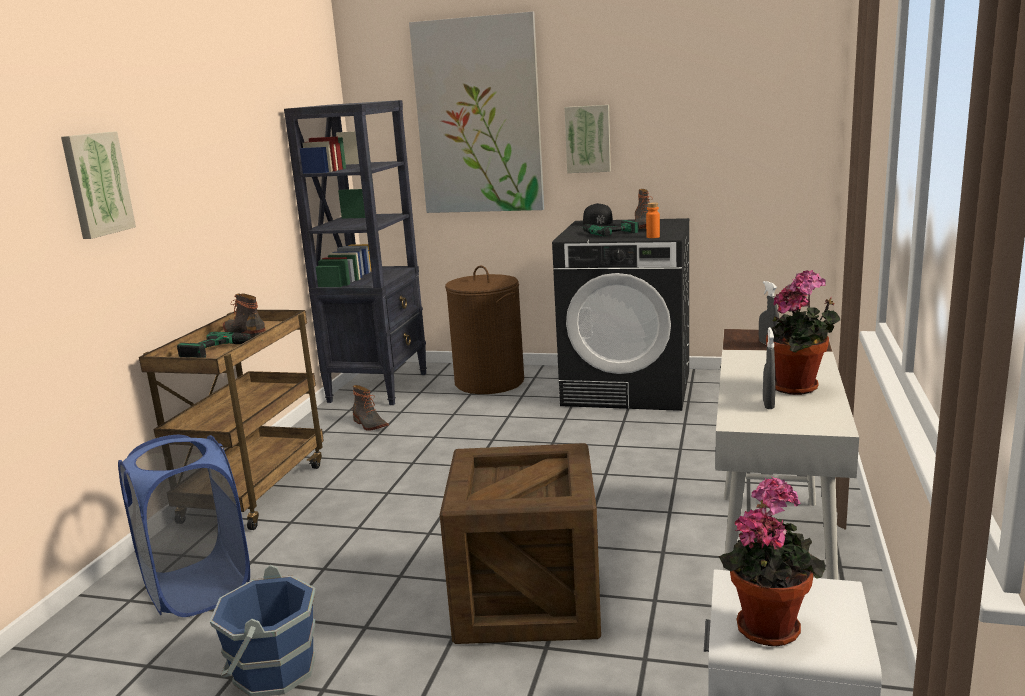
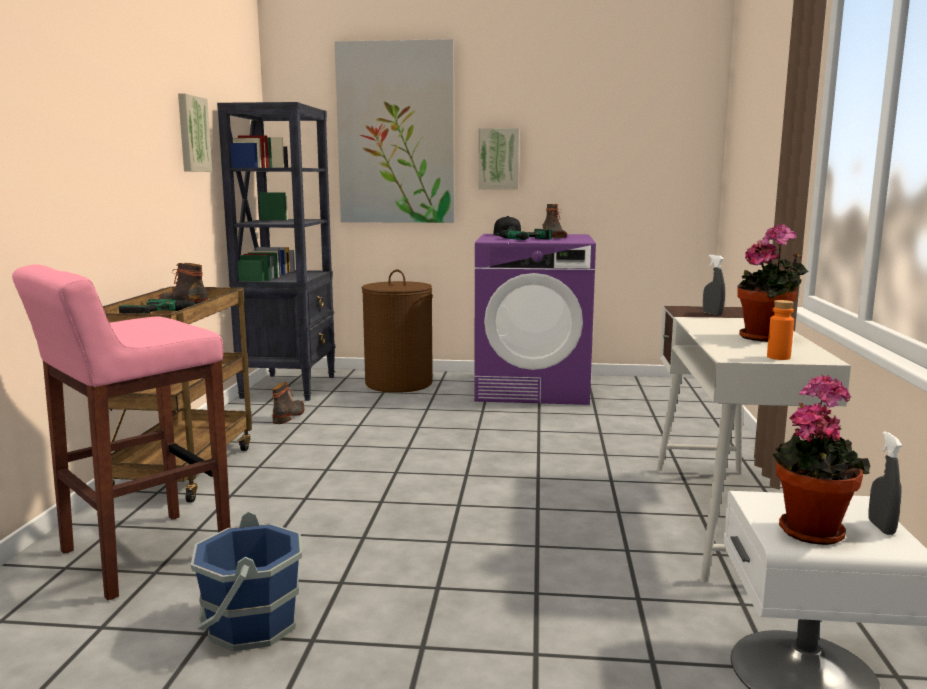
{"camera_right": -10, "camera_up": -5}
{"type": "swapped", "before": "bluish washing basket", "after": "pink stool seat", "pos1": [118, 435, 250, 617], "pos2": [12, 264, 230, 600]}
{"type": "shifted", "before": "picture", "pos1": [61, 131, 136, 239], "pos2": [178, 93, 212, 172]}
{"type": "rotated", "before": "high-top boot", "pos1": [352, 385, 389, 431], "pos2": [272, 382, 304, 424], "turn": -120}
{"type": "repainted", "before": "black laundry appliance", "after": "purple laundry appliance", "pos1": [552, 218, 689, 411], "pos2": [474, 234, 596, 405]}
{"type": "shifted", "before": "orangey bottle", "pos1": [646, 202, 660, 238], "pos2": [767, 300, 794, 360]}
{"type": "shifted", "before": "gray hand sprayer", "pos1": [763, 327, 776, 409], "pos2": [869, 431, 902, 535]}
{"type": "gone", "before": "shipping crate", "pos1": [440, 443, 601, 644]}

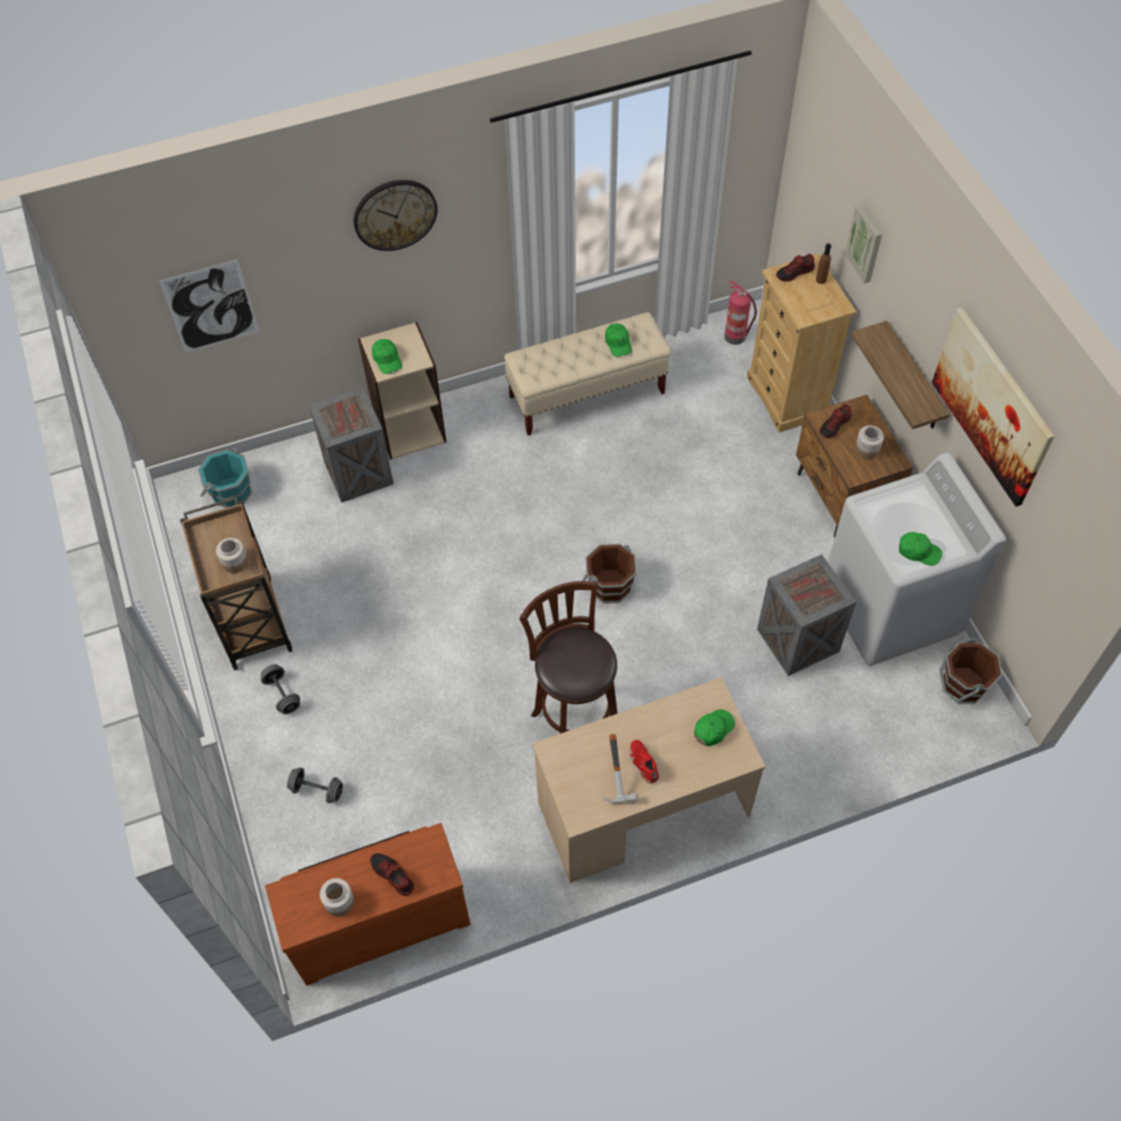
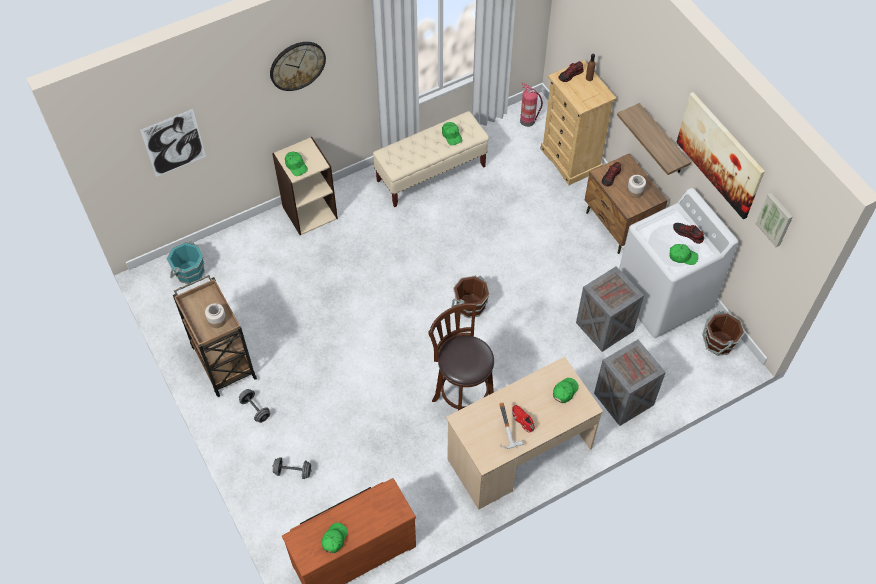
{"camera_right": -10, "camera_up": 0}
{"type": "swapped", "before": "jar", "after": "green baseball cap", "pos1": [320, 878, 355, 917], "pos2": [322, 523, 348, 553]}
{"type": "shifted", "before": "shipping crate", "pos1": [309, 387, 394, 503], "pos2": [594, 340, 666, 426]}
{"type": "shifted", "before": "low shoe", "pos1": [370, 853, 414, 896], "pos2": [673, 223, 704, 244]}
{"type": "shifted", "before": "picture", "pos1": [845, 205, 882, 283], "pos2": [756, 193, 793, 247]}

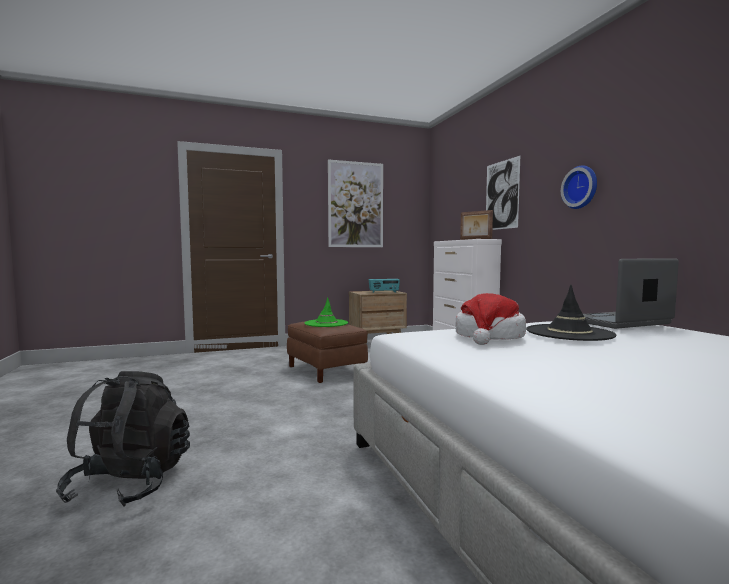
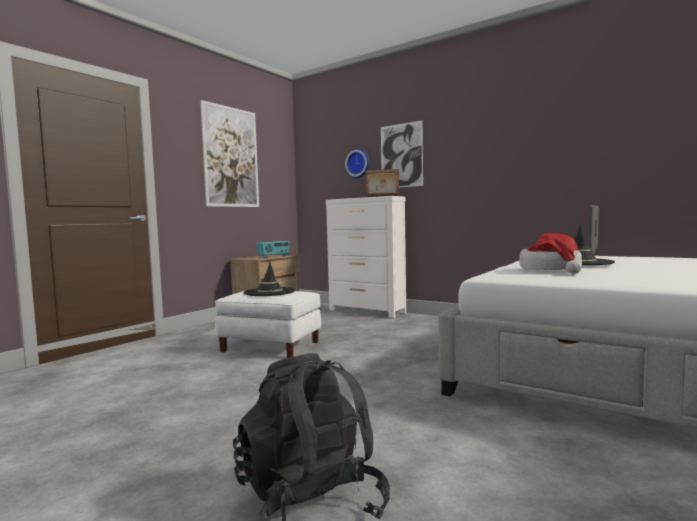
{"camera_right": -35, "camera_up": 0}
{"type": "repainted", "before": "brown-coloured footrest", "after": "white-coloured footrest", "pos1": [287, 321, 368, 383], "pos2": [215, 291, 321, 358]}
{"type": "repainted", "before": "green clothing hat", "after": "black clothing hat", "pos1": [305, 297, 348, 327], "pos2": [243, 262, 295, 296]}
{"type": "shifted", "before": "wall clock", "pos1": [561, 165, 597, 209], "pos2": [345, 149, 369, 178]}

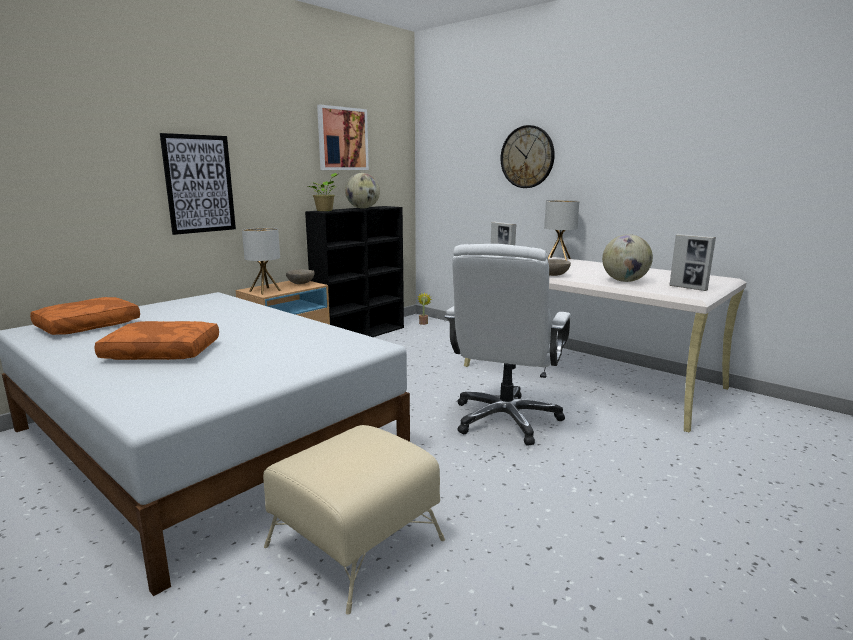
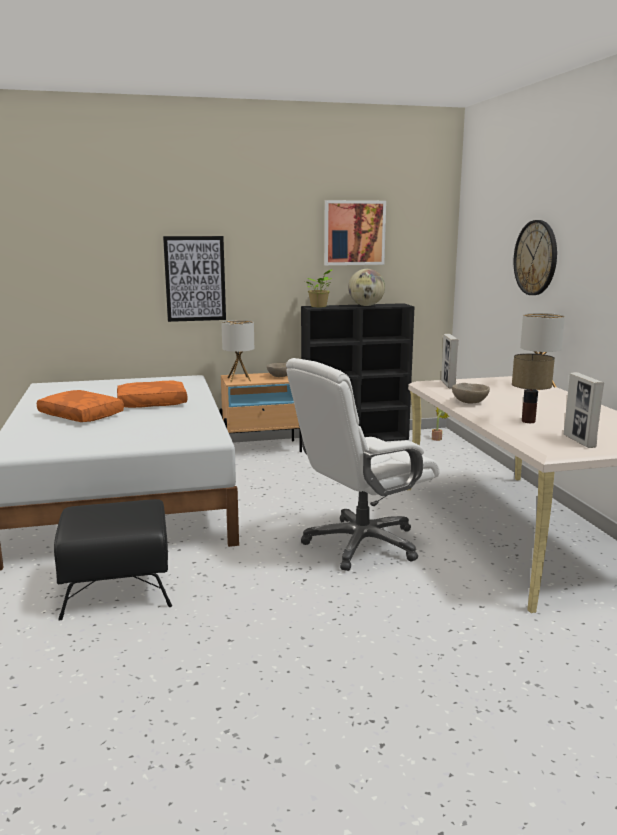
{"camera_right": 35, "camera_up": 0}
{"type": "repainted", "before": "sand-coloured footrest", "after": "black footrest", "pos1": [263, 425, 445, 615], "pos2": [54, 499, 172, 621]}
{"type": "shifted", "before": "orangey throw pillow", "pos1": [30, 297, 140, 335], "pos2": [117, 381, 188, 408]}
{"type": "swapped", "before": "desk globe", "after": "table lamp", "pos1": [602, 234, 653, 282], "pos2": [512, 353, 555, 423]}

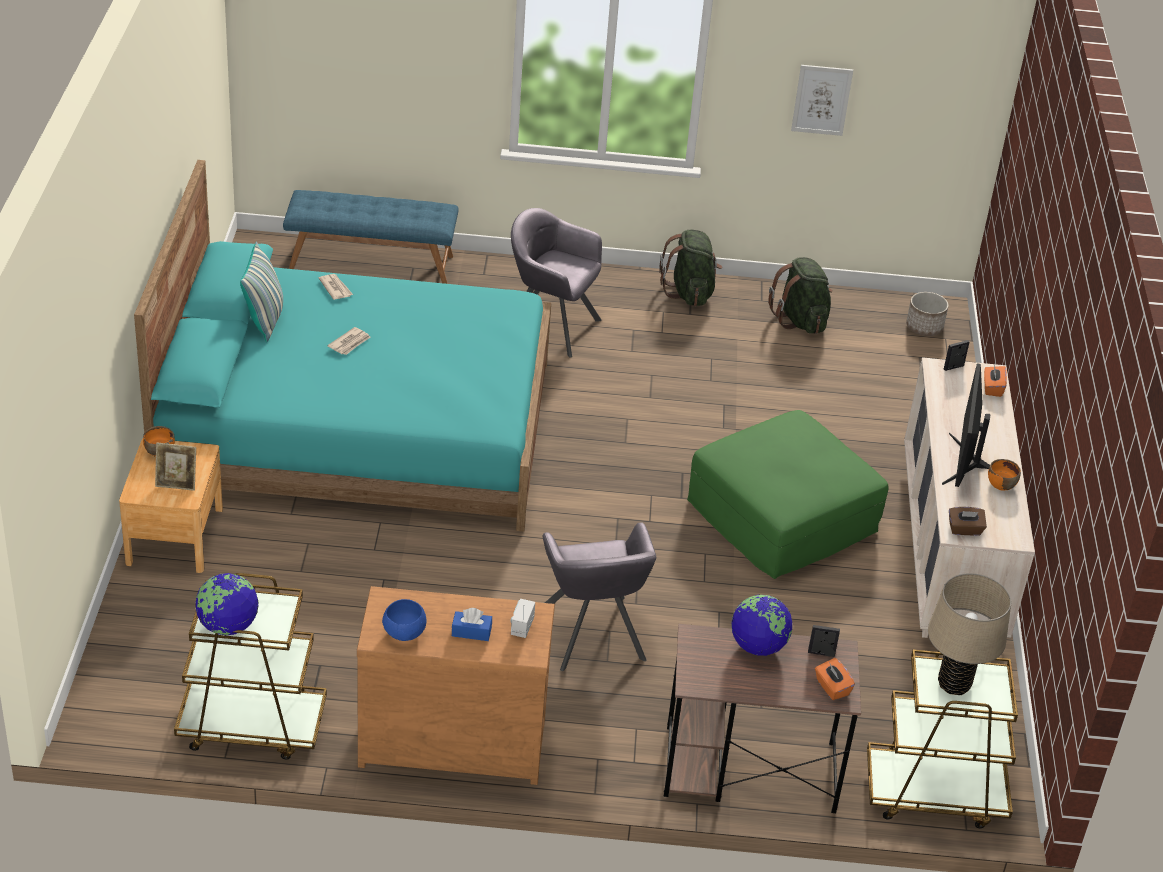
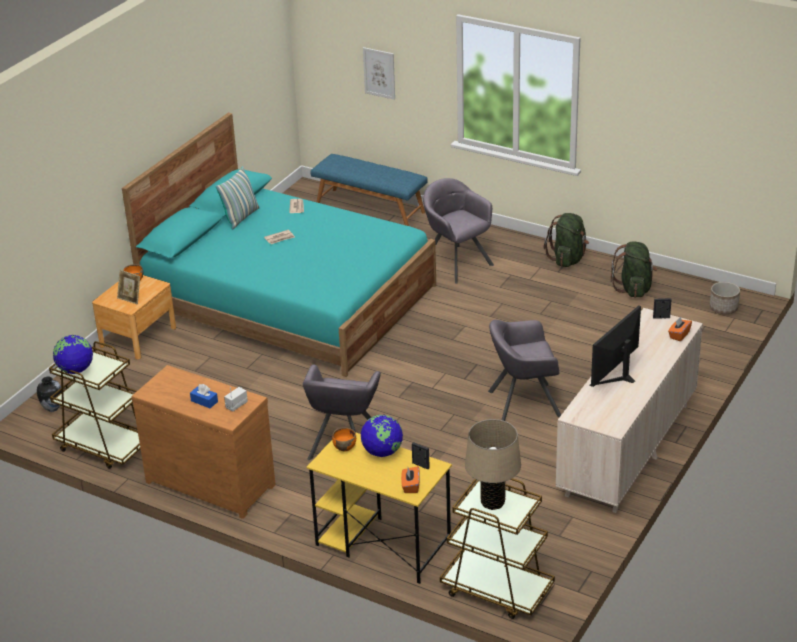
{"camera_right": 30, "camera_up": -5}
{"type": "new", "after": "vase", "pos2": [37, 377, 62, 412]}
{"type": "repainted", "before": "brown-coloured desk table", "after": "yellow-coloured desk table", "pos1": [664, 624, 861, 813], "pos2": [307, 432, 452, 584]}
{"type": "shifted", "before": "orangey bowl", "pos1": [988, 459, 1021, 491], "pos2": [332, 427, 356, 452]}
{"type": "shifted", "before": "picture", "pos1": [791, 65, 853, 136], "pos2": [363, 47, 395, 100]}
{"type": "swapped", "before": "green footrest", "after": "gray armchair", "pos1": [687, 410, 889, 579], "pos2": [488, 320, 561, 421]}
{"type": "gone", "before": "bluish bowl", "pos1": [382, 599, 427, 641]}
{"type": "gone", "before": "brown-coloured box of tissues", "pos1": [949, 507, 987, 536]}

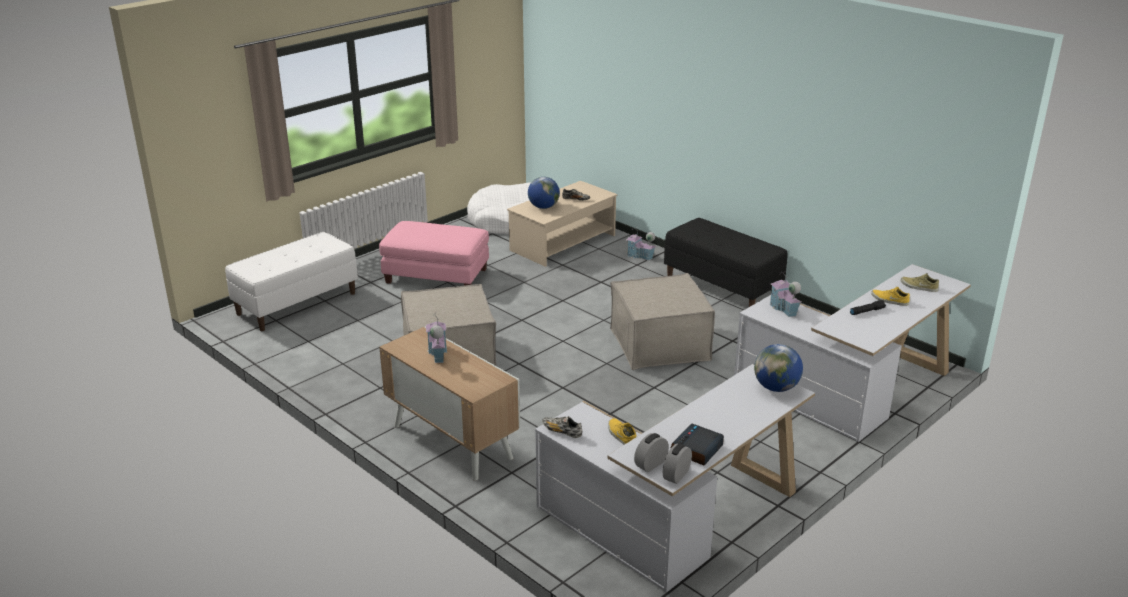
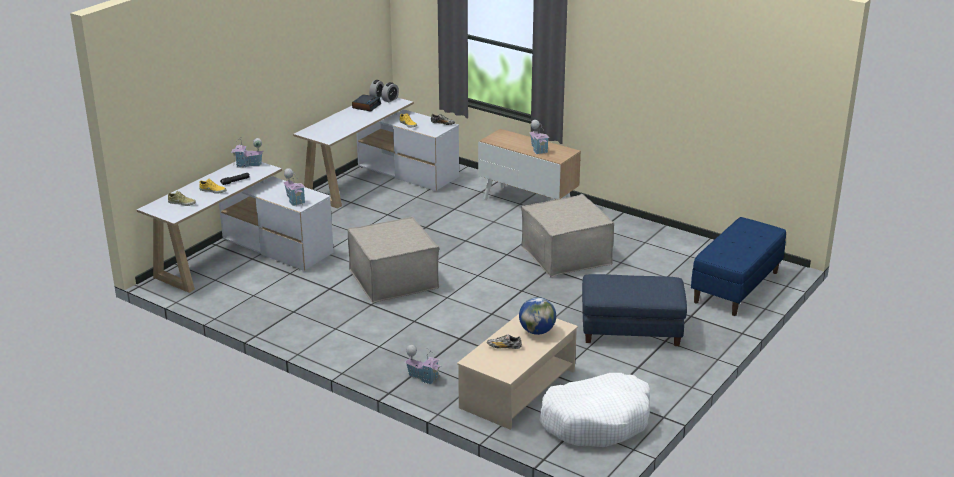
{"camera_right": 170, "camera_up": 0}
{"type": "new", "after": "toy house", "pos2": [231, 138, 263, 168]}
{"type": "repainted", "before": "pink footrest", "after": "bluish footrest", "pos1": [379, 221, 489, 286], "pos2": [582, 274, 687, 346]}
{"type": "repainted", "before": "white-coloured indoor bench", "after": "bluish indoor bench", "pos1": [225, 232, 358, 331], "pos2": [691, 217, 786, 316]}
{"type": "gone", "before": "black indoor bench", "pos1": [664, 218, 788, 307]}
{"type": "gone", "before": "desk globe", "pos1": [754, 344, 803, 392]}

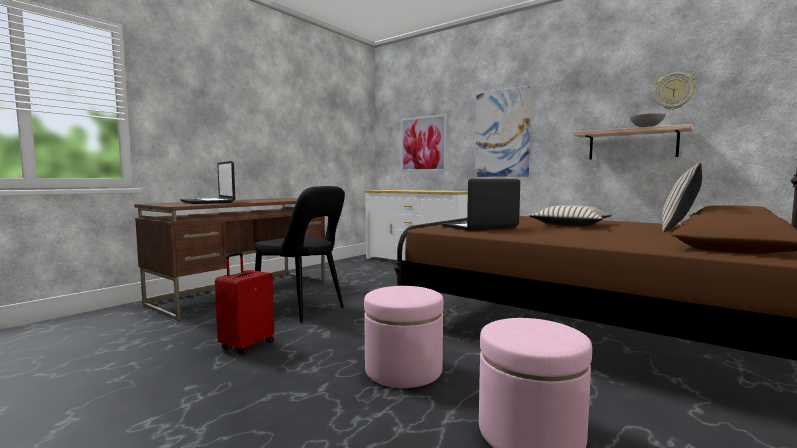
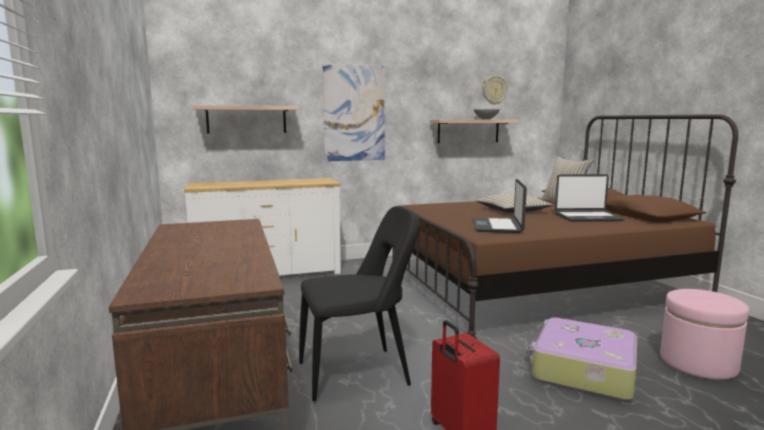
{"camera_right": -55, "camera_up": 5}
{"type": "swapped", "before": "picture", "after": "shelf", "pos1": [401, 114, 447, 172], "pos2": [193, 105, 299, 133]}
{"type": "swapped", "before": "pink footrest", "after": "piece of luggage", "pos1": [364, 286, 444, 388], "pos2": [527, 318, 637, 400]}
{"type": "shifted", "before": "laptop", "pos1": [180, 161, 236, 204], "pos2": [555, 174, 624, 222]}

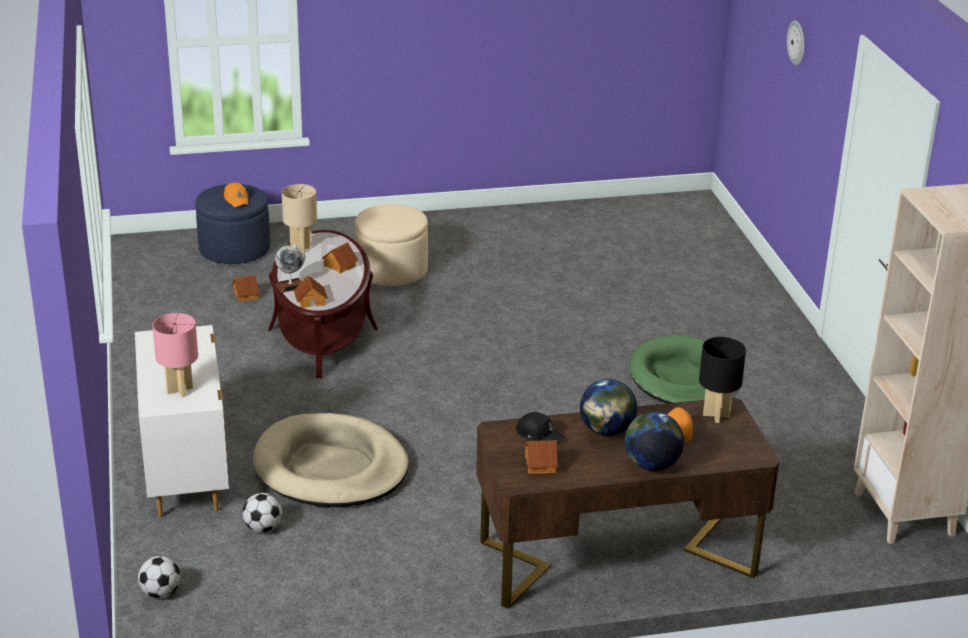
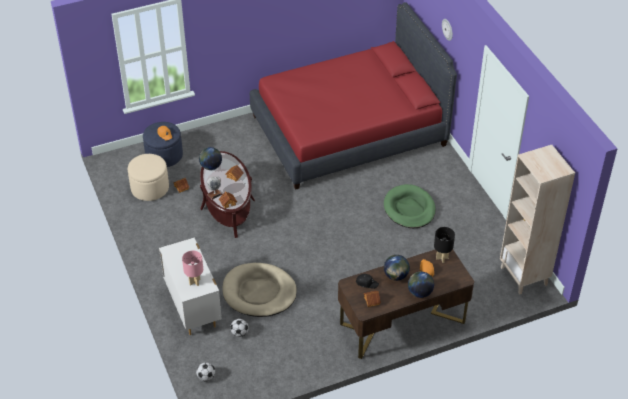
{"camera_right": -10, "camera_up": 15}
{"type": "shifted", "before": "sand-coloured footrest", "pos1": [355, 204, 428, 286], "pos2": [128, 154, 169, 201]}
{"type": "swapped", "before": "sand-coloured table lamp", "after": "desk globe", "pos1": [282, 184, 317, 254], "pos2": [199, 147, 222, 170]}
{"type": "new", "after": "red bed", "pos2": [250, 2, 457, 190]}

